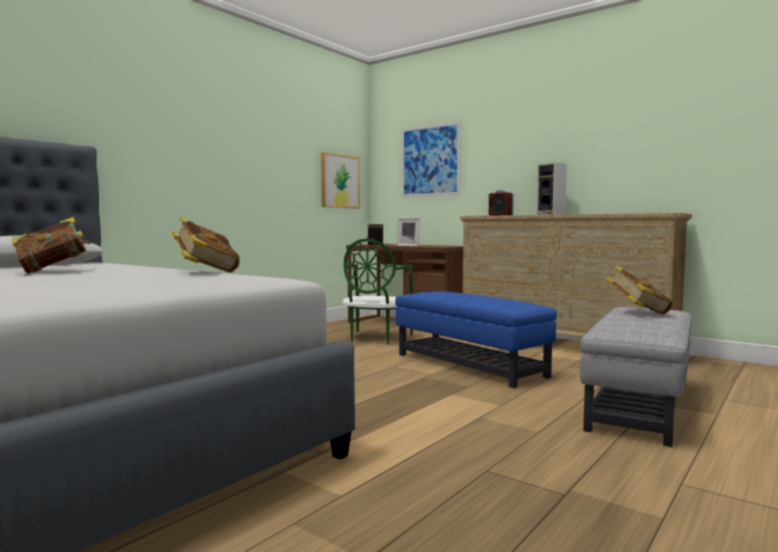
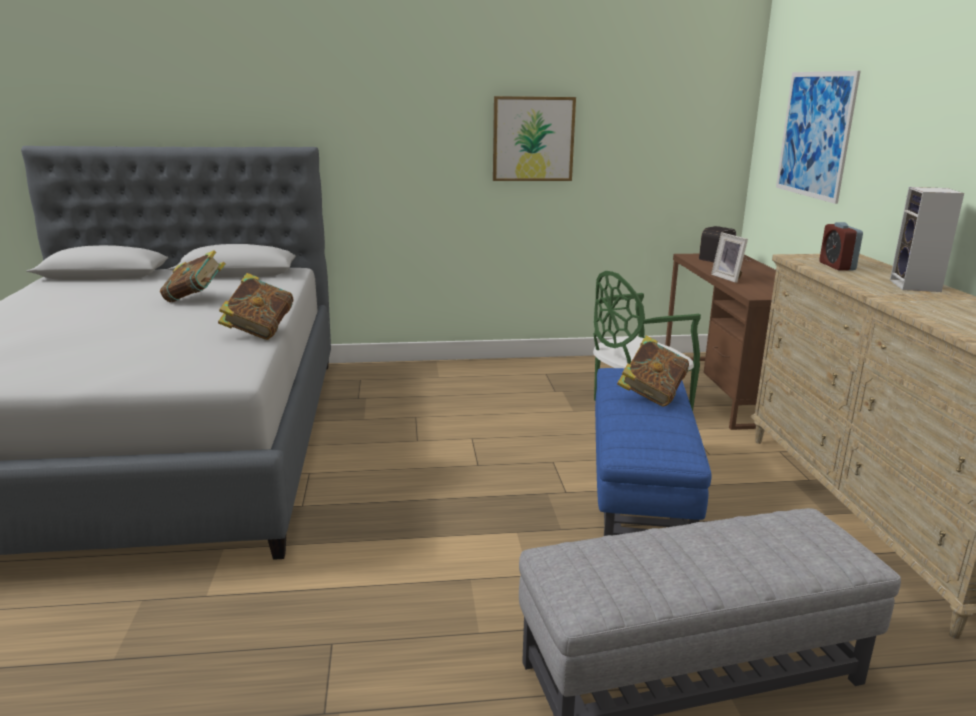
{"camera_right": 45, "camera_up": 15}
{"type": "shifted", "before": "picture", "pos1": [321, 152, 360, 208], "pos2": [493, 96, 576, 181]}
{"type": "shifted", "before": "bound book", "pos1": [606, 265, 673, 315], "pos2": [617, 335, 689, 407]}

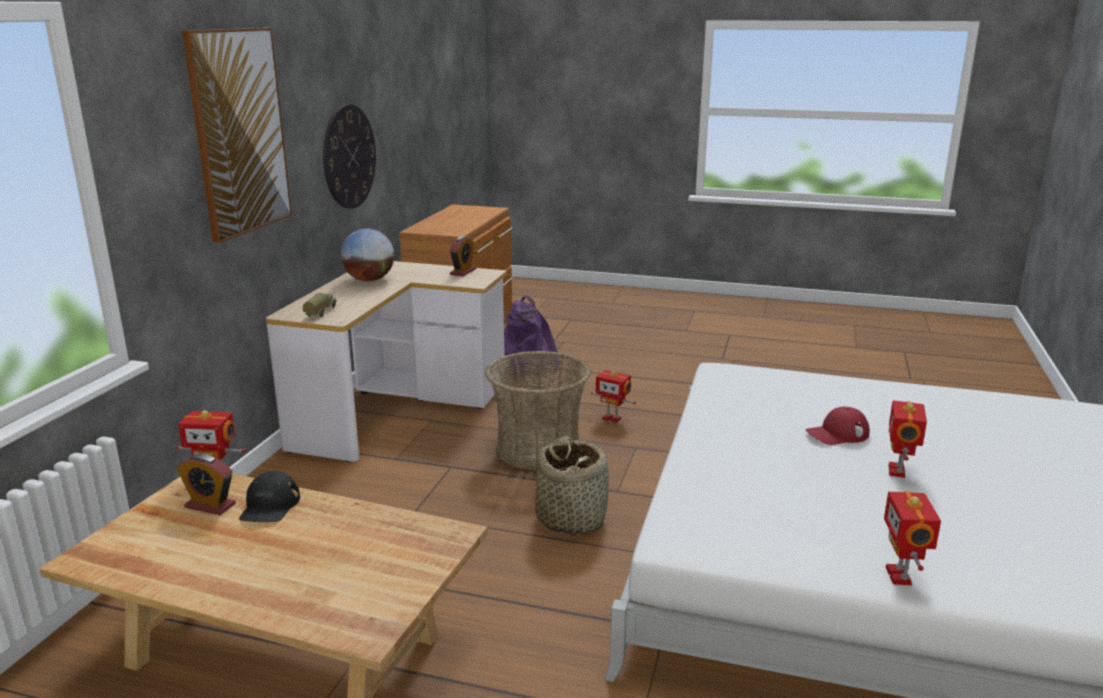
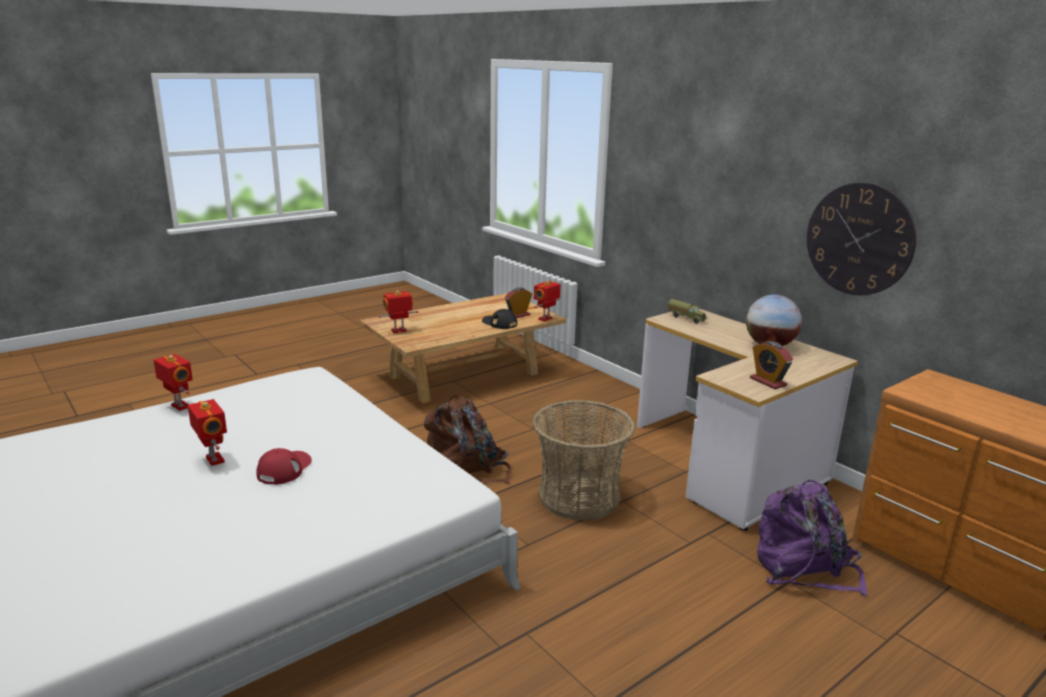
{"camera_right": 125, "camera_up": 0}
{"type": "shifted", "before": "model robot", "pos1": [591, 370, 636, 423], "pos2": [378, 290, 418, 333]}
{"type": "swapped", "before": "storage basket", "after": "brown-coloured rucksack", "pos1": [535, 437, 609, 536], "pos2": [424, 395, 511, 484]}
{"type": "gone", "before": "picture", "pos1": [182, 28, 292, 243]}

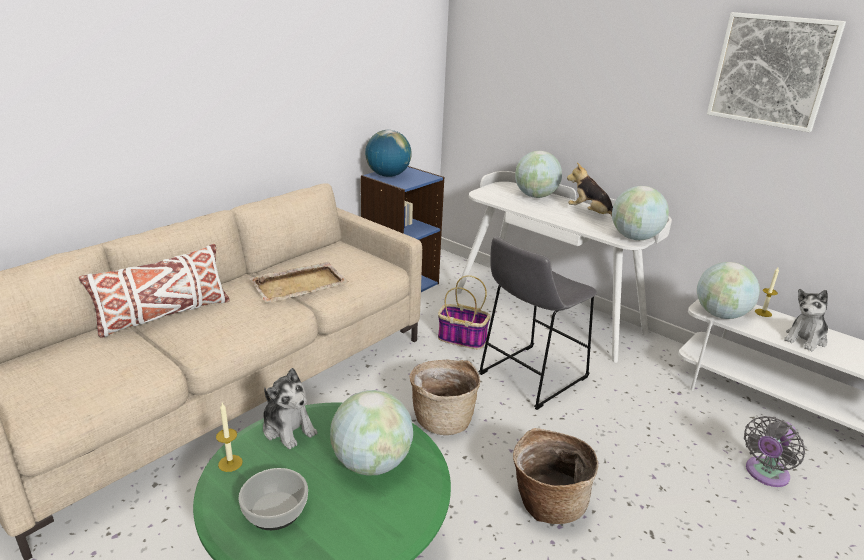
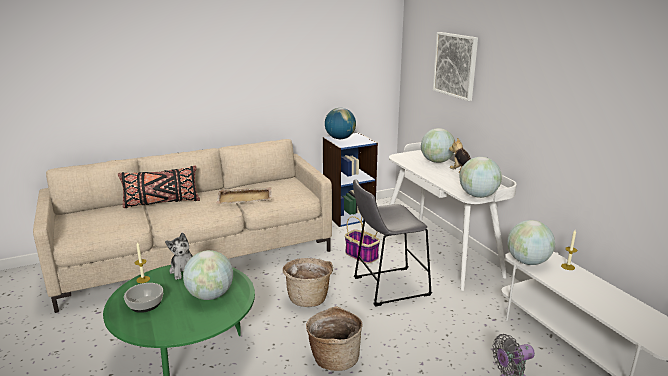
{"camera_right": 25, "camera_up": -5}
{"type": "repainted", "before": "white-coloured throw pillow", "after": "black throw pillow", "pos1": [79, 244, 230, 338], "pos2": [118, 165, 200, 208]}
{"type": "shifted", "before": "picture", "pos1": [707, 12, 846, 132], "pos2": [433, 32, 478, 101]}
{"type": "gone", "before": "plush toy", "pos1": [784, 289, 828, 351]}

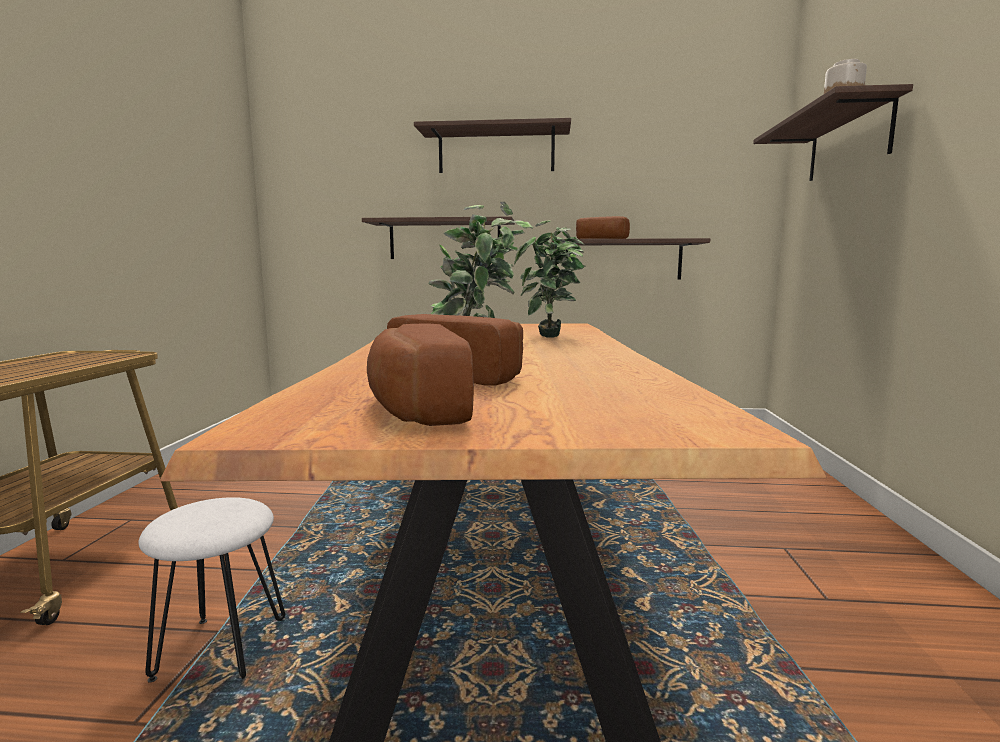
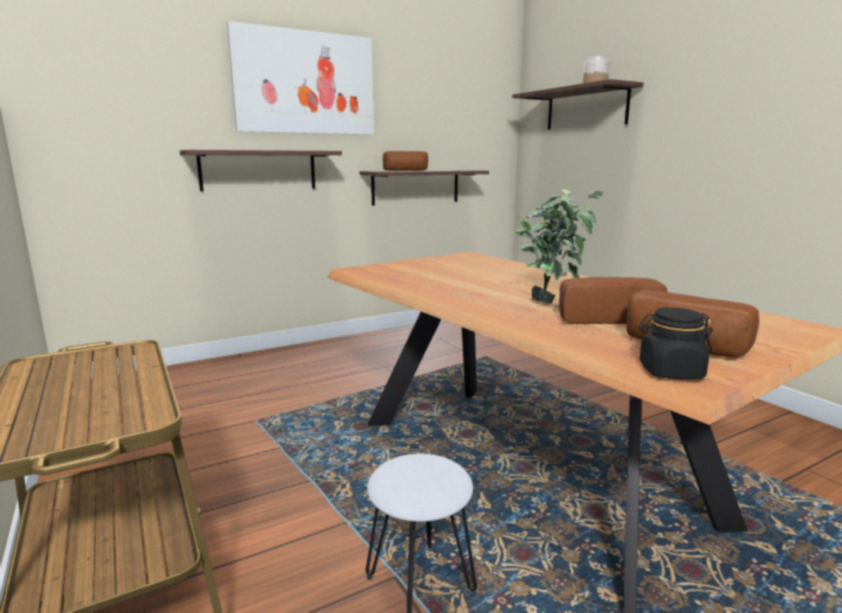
{"camera_right": -35, "camera_up": 5}
{"type": "swapped", "before": "shelf", "after": "picture", "pos1": [414, 118, 571, 173], "pos2": [227, 21, 374, 135]}
{"type": "new", "after": "black jar", "pos2": [638, 307, 713, 379]}
{"type": "gone", "before": "houseplant", "pos1": [514, 220, 586, 338]}

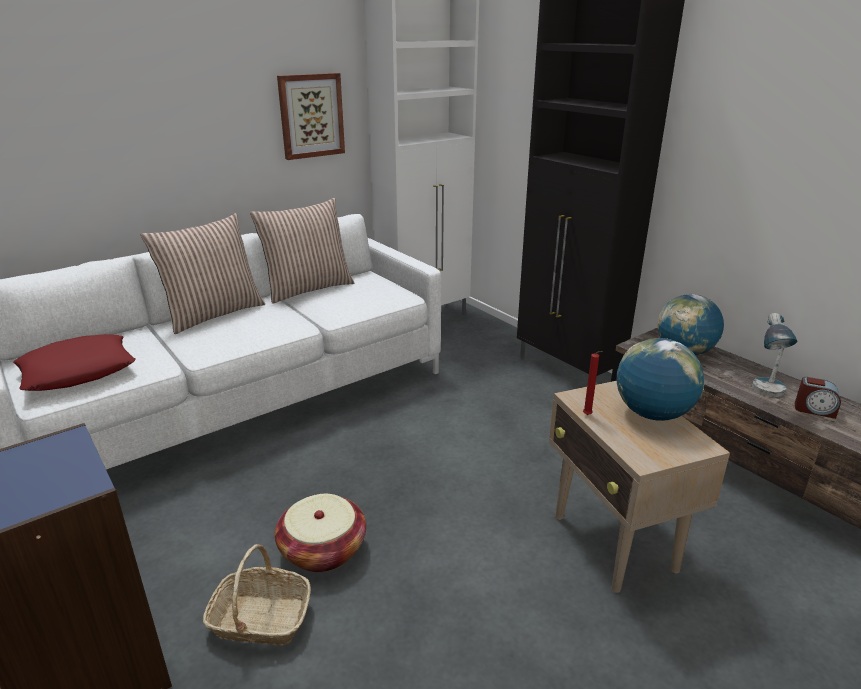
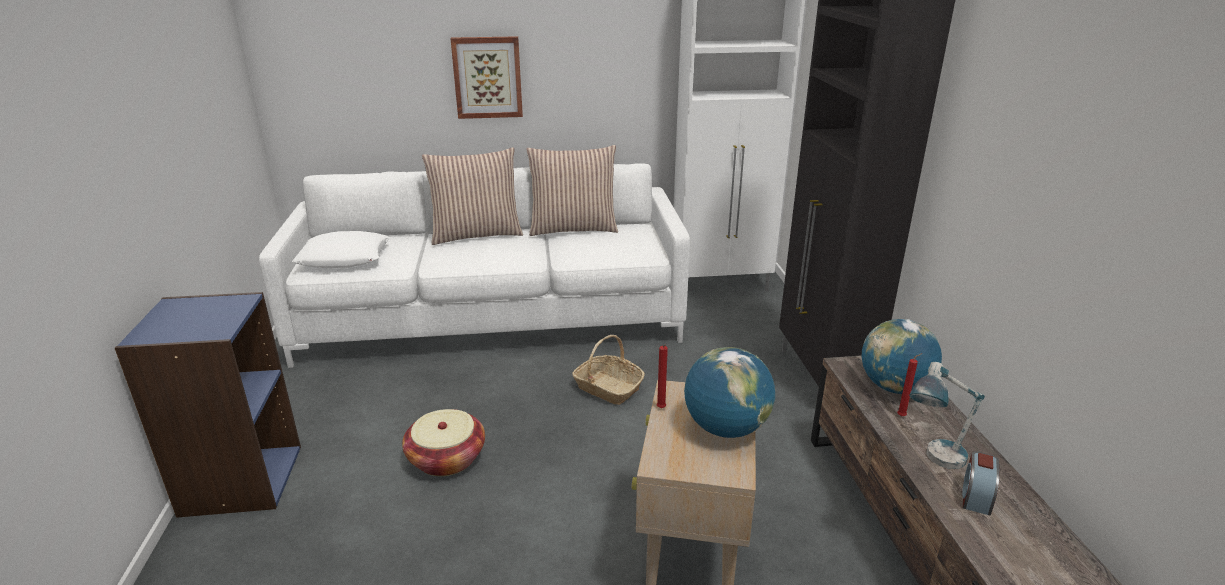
{"camera_right": 30, "camera_up": 0}
{"type": "repainted", "before": "red throw pillow", "after": "white-coloured throw pillow", "pos1": [13, 334, 135, 391], "pos2": [292, 231, 390, 268]}
{"type": "shifted", "before": "picture", "pos1": [277, 73, 345, 160], "pos2": [450, 36, 523, 119]}
{"type": "shifted", "before": "storage basket", "pos1": [203, 544, 311, 645], "pos2": [572, 335, 645, 405]}
{"type": "new", "after": "red wax candle", "pos2": [897, 353, 922, 417]}
{"type": "rotated", "before": "bedside clock", "pos1": [795, 377, 841, 419], "pos2": [962, 451, 1000, 516], "turn": 60}

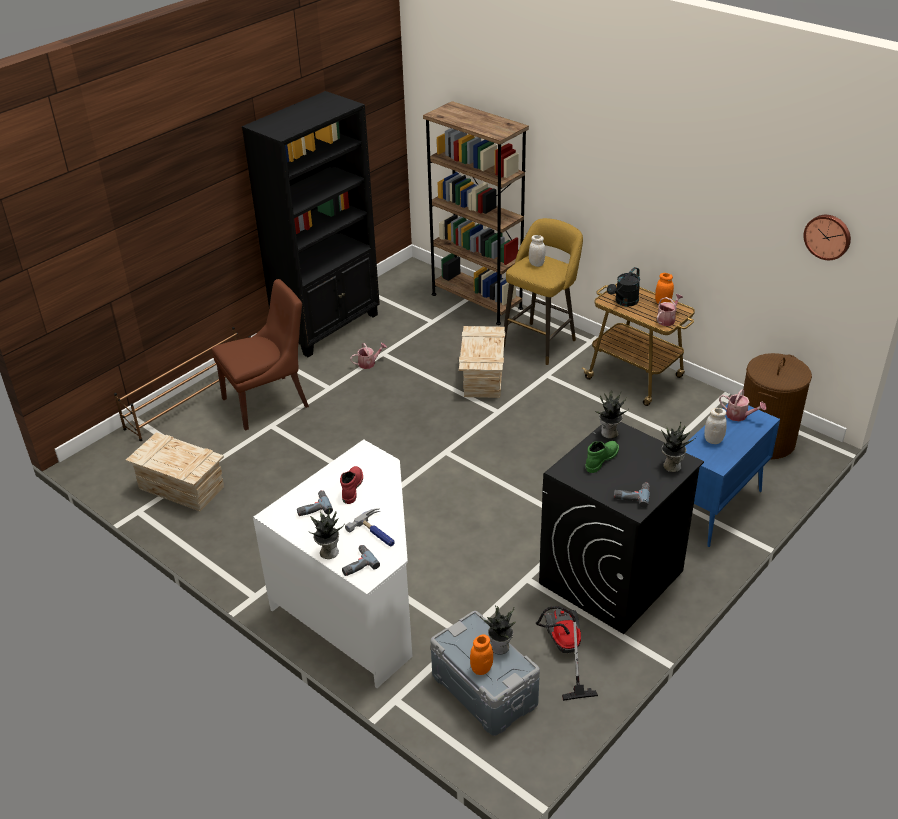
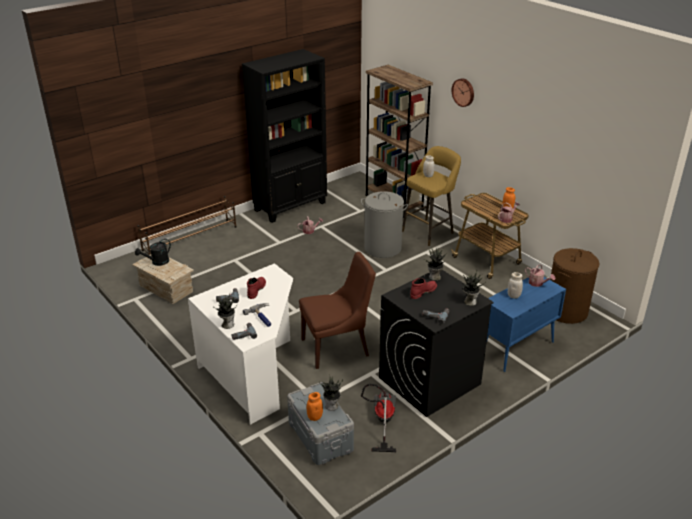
{"camera_right": 10, "camera_up": -5}
{"type": "shifted", "before": "black sprinkling can", "pos1": [607, 267, 640, 307], "pos2": [135, 239, 171, 266]}
{"type": "shifted", "before": "brown-coloured plain chair", "pos1": [212, 279, 309, 431], "pos2": [299, 252, 376, 369]}
{"type": "swapped", "before": "shipping crate", "after": "gray washing basket", "pos1": [459, 326, 505, 398], "pos2": [361, 191, 408, 258]}
{"type": "repainted", "before": "green high-top boot", "after": "red high-top boot", "pos1": [585, 441, 619, 473], "pos2": [410, 278, 437, 299]}
{"type": "shifted", "before": "wall clock", "pos1": [804, 215, 851, 260], "pos2": [452, 78, 474, 107]}

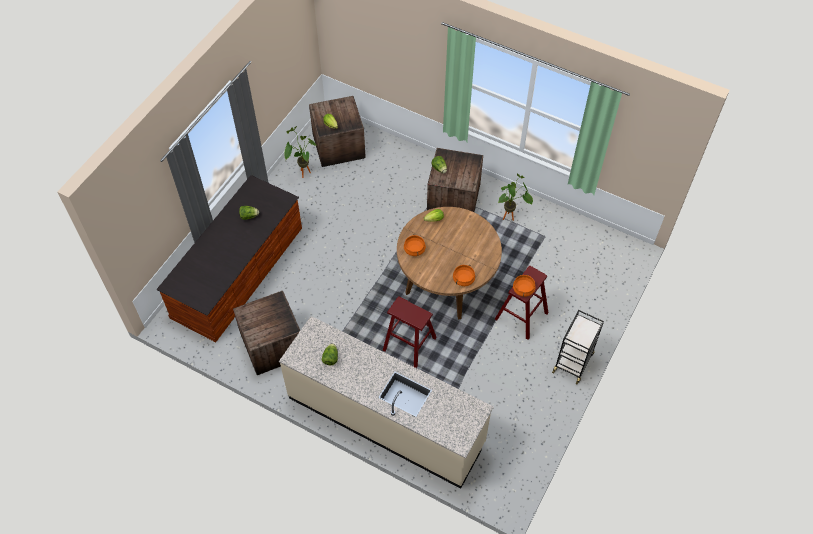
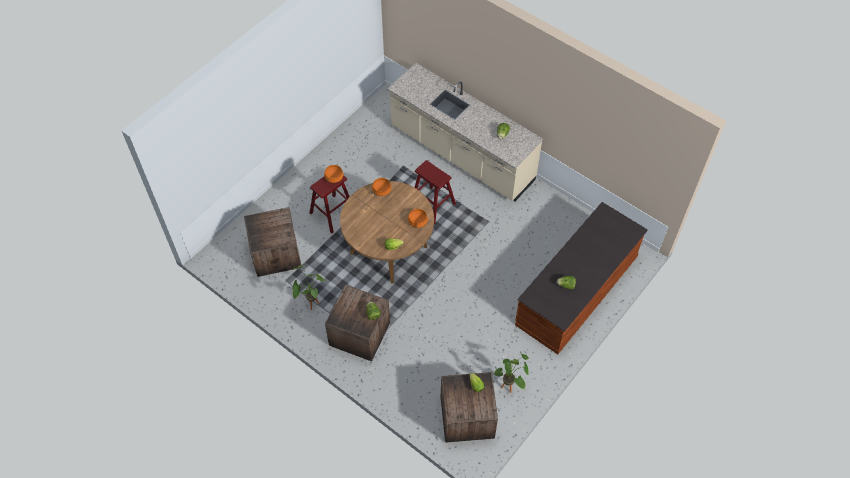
{"camera_right": -170, "camera_up": 0}
{"type": "shifted", "before": "shipping crate", "pos1": [233, 291, 300, 375], "pos2": [244, 207, 302, 277]}
{"type": "gone", "before": "black trolley", "pos1": [552, 310, 604, 385]}

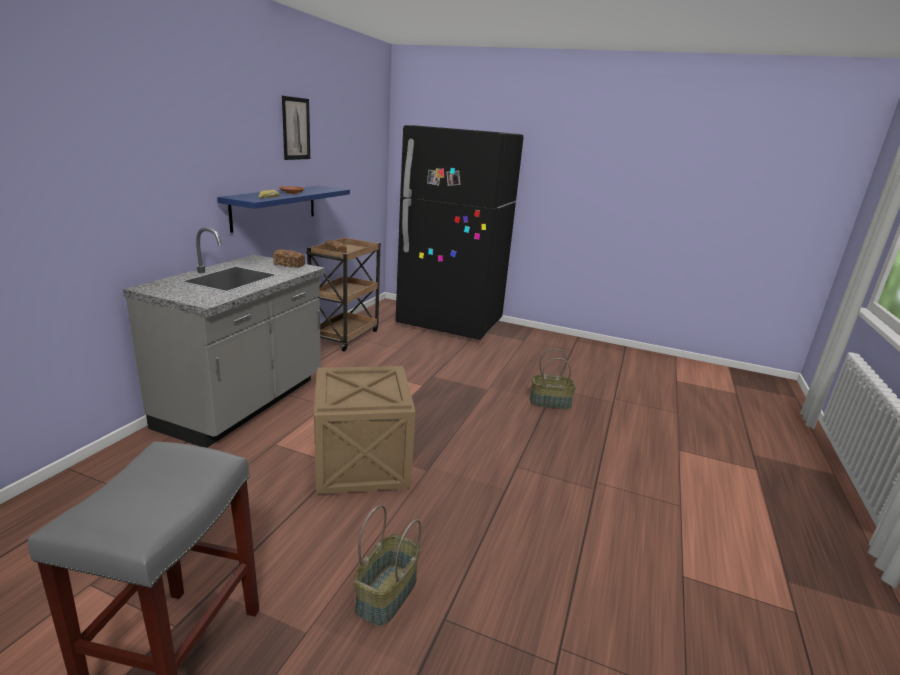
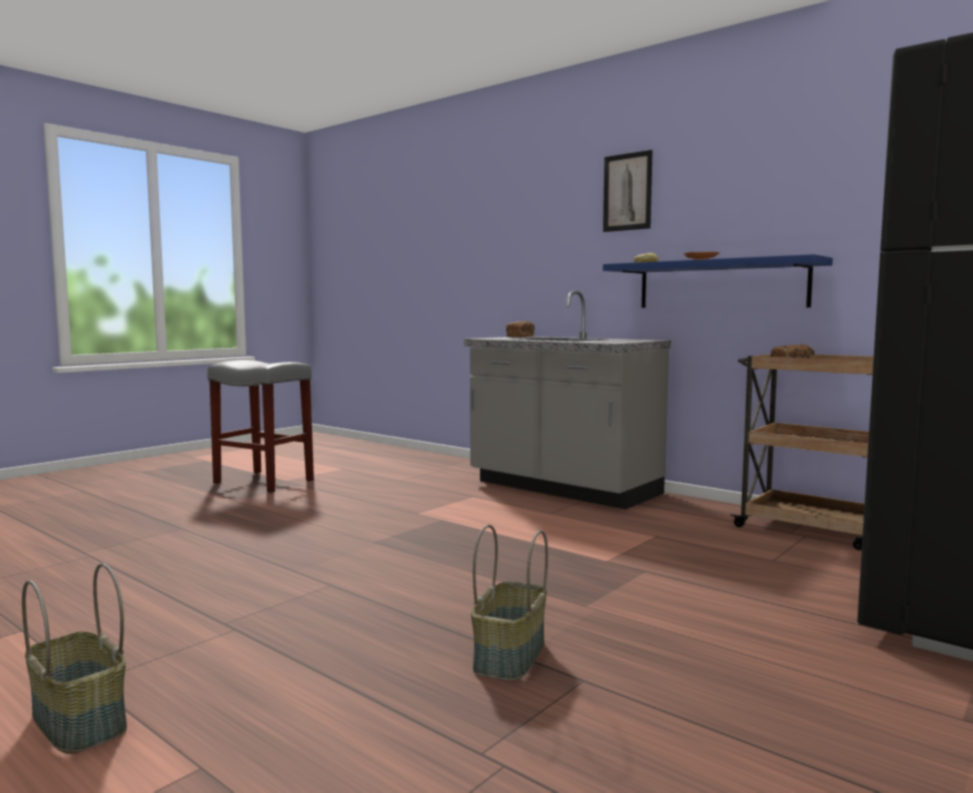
{"camera_right": 110, "camera_up": -15}
{"type": "shifted", "before": "storage basket", "pos1": [354, 505, 421, 626], "pos2": [22, 563, 127, 754]}
{"type": "shifted", "before": "bakery bread", "pos1": [273, 249, 305, 268], "pos2": [506, 321, 535, 337]}
{"type": "shifted", "before": "picture", "pos1": [282, 96, 310, 160], "pos2": [603, 150, 653, 232]}
{"type": "gone", "before": "shipping crate", "pos1": [314, 366, 415, 494]}

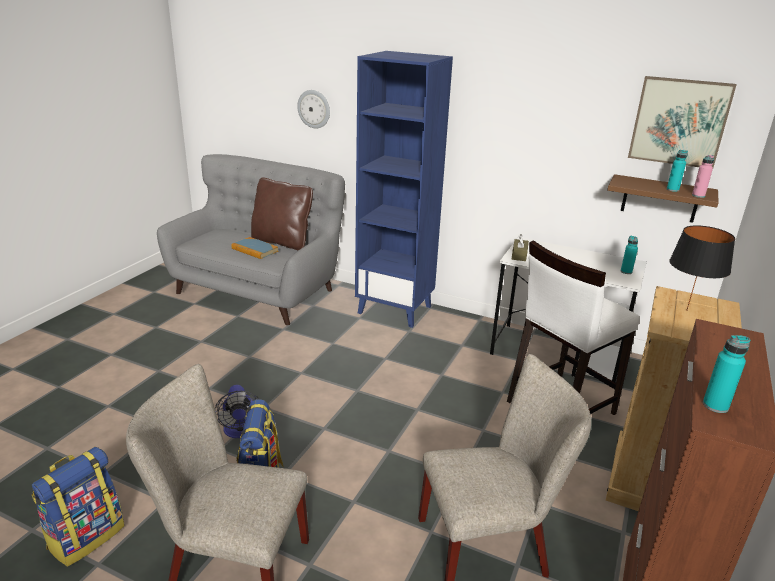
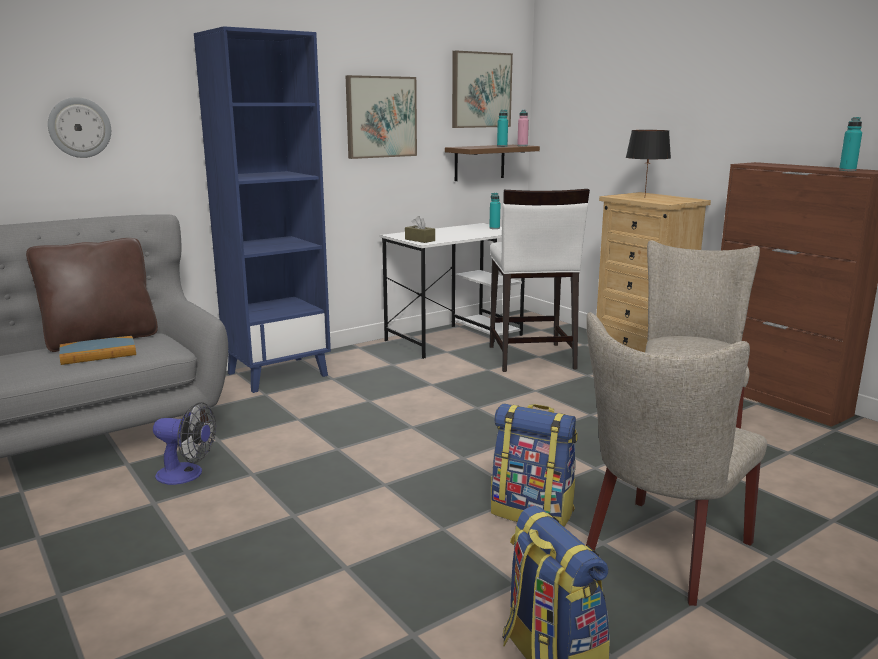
{"camera_right": -60, "camera_up": -10}
{"type": "shifted", "before": "electric fan", "pos1": [215, 385, 259, 438], "pos2": [153, 402, 216, 485]}
{"type": "new", "after": "picture", "pos2": [345, 75, 417, 159]}

